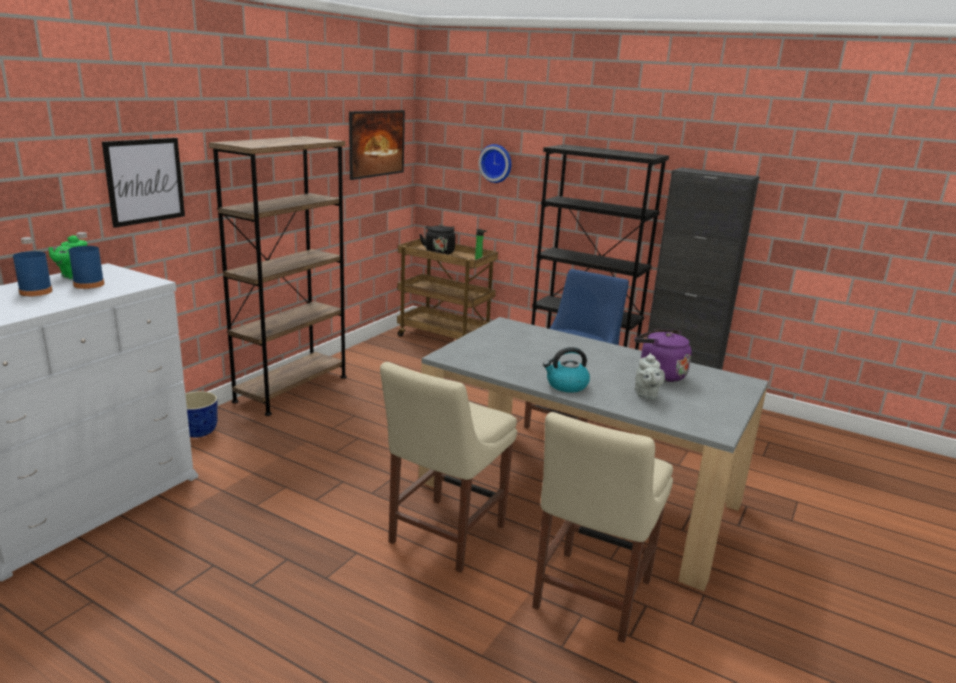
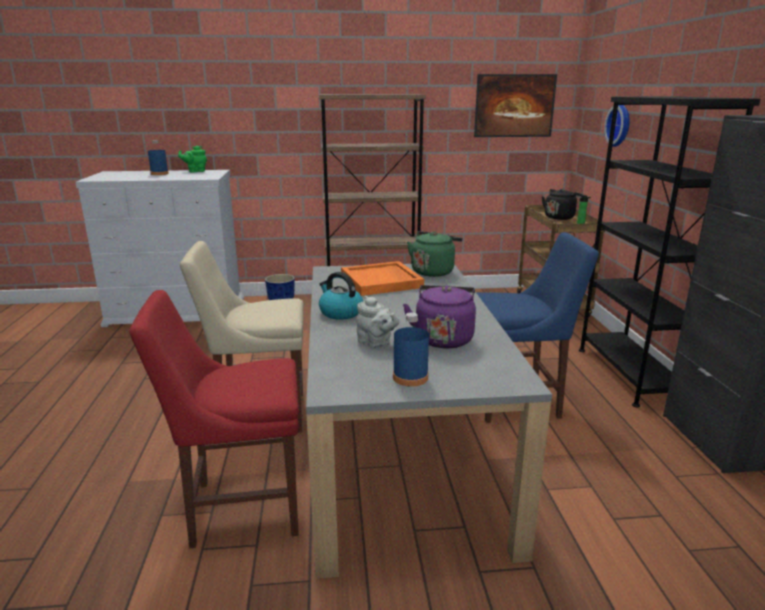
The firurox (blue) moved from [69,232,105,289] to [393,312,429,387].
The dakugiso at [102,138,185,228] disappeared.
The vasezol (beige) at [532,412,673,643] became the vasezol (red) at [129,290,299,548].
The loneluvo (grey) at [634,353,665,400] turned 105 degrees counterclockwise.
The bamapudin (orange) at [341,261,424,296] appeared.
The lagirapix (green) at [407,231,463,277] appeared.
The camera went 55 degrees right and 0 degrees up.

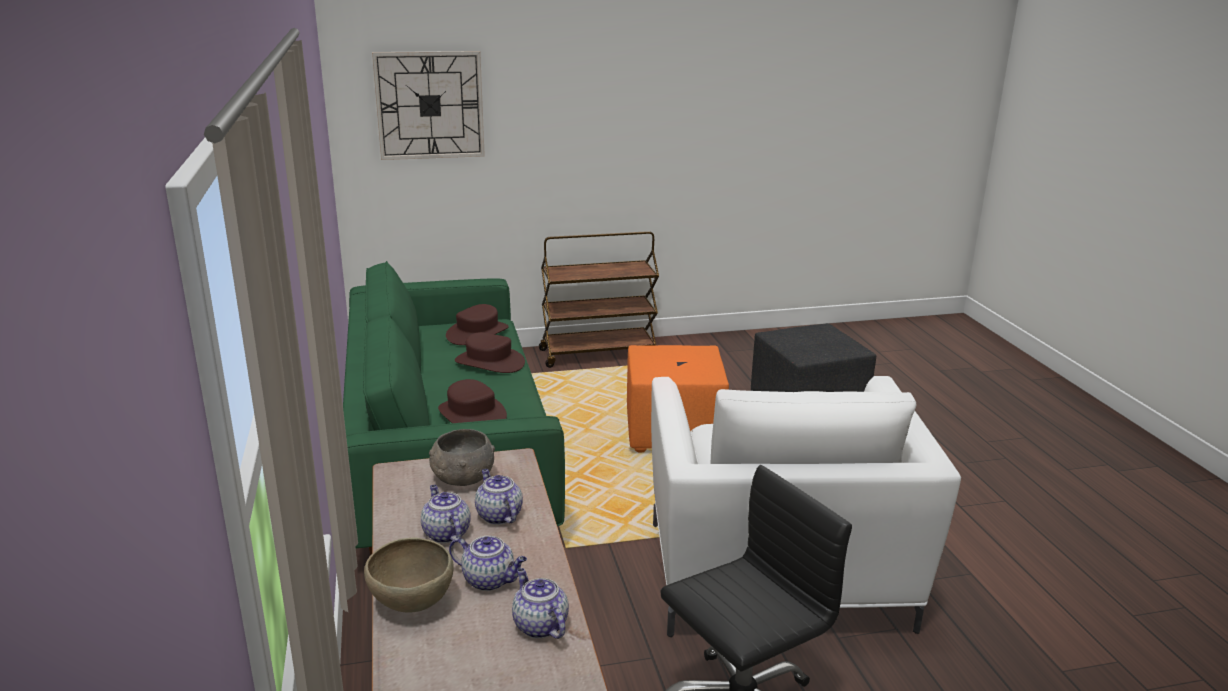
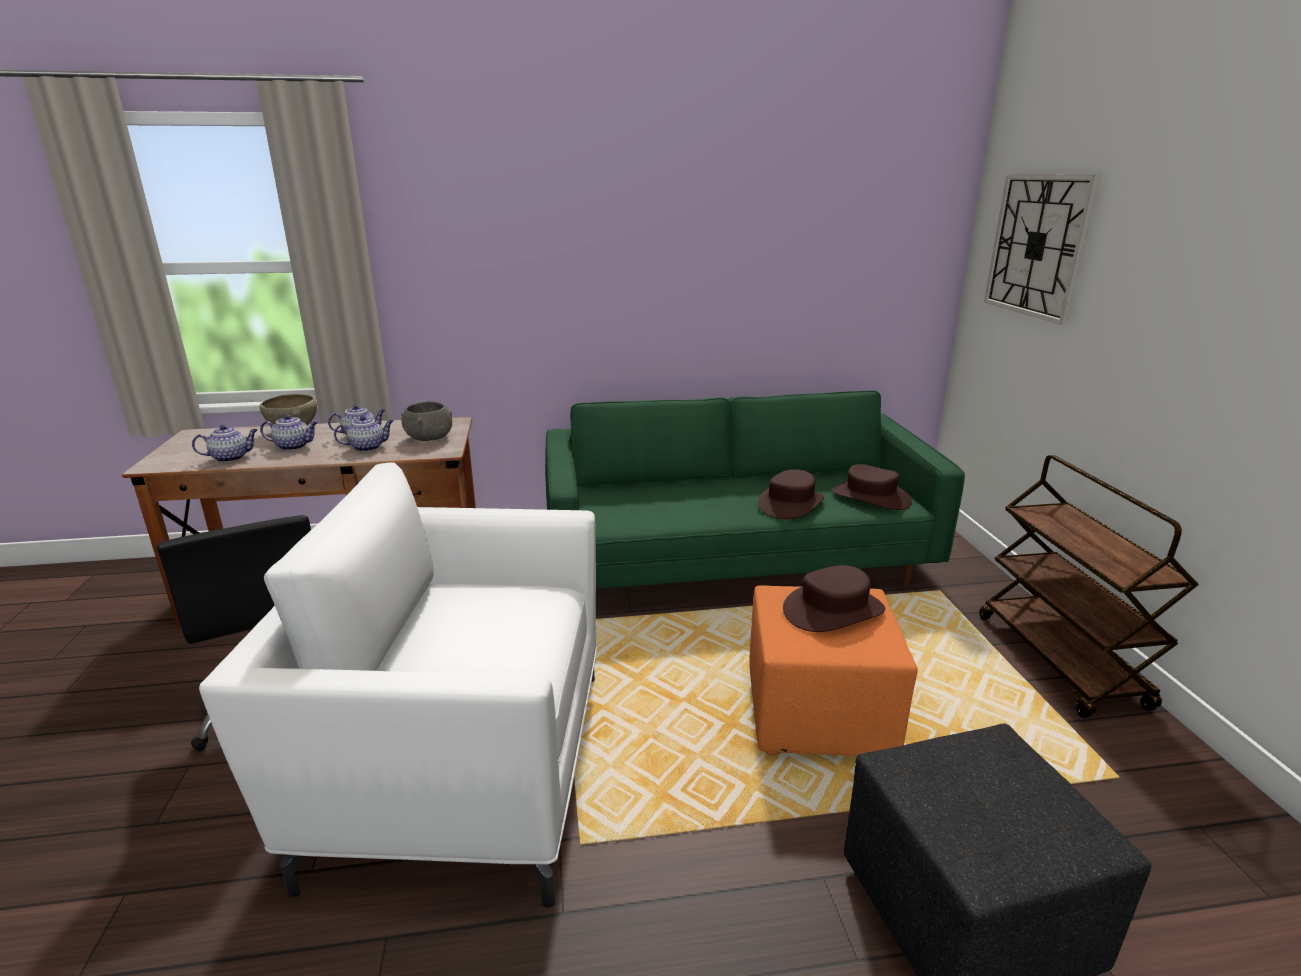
The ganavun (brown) moved from [438,379,507,423] to [783,565,885,632].
The loneluvo at [449,536,527,591] turned 120 degrees counterclockwise.
The camera went 95 degrees right and 0 degrees up.

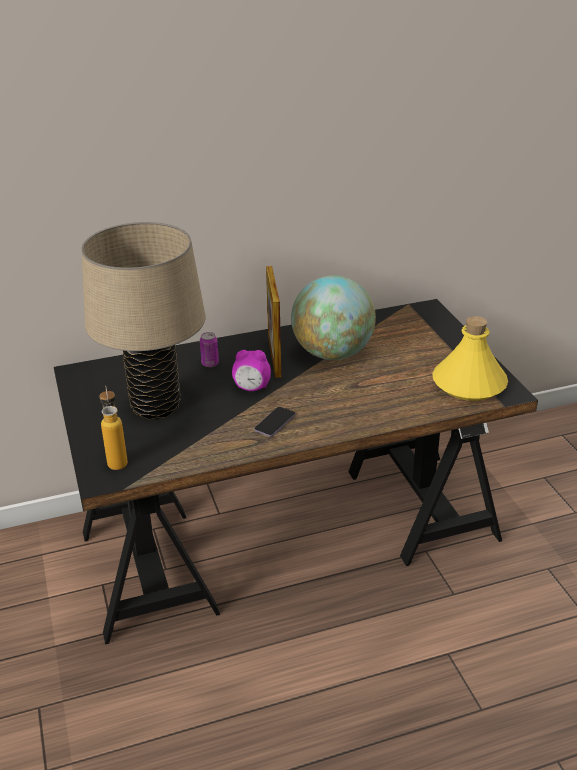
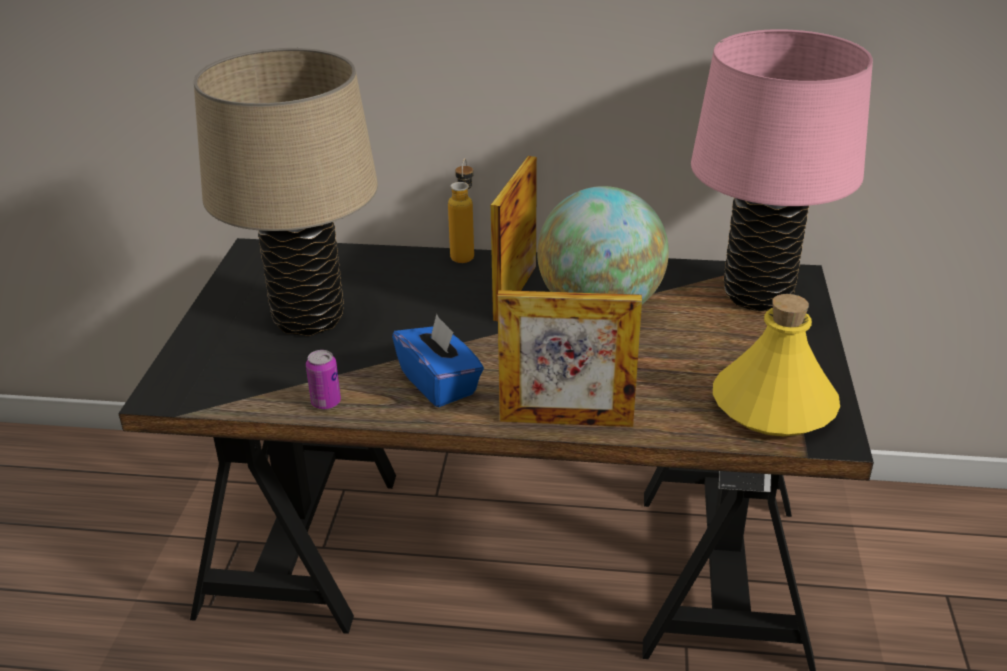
The firurox moved from [100,386,128,470] to [448,158,474,263].
The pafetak moved from [200,332,219,367] to [306,350,341,410].
The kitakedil at [232,350,271,391] disappeared.
The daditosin at [254,407,295,437] was replaced by the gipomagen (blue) at [392,314,484,407].
The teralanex at [497,290,642,427] appeared.
The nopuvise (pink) at [691,29,873,312] appeared.
The camera went 25 degrees right and 0 degrees up.

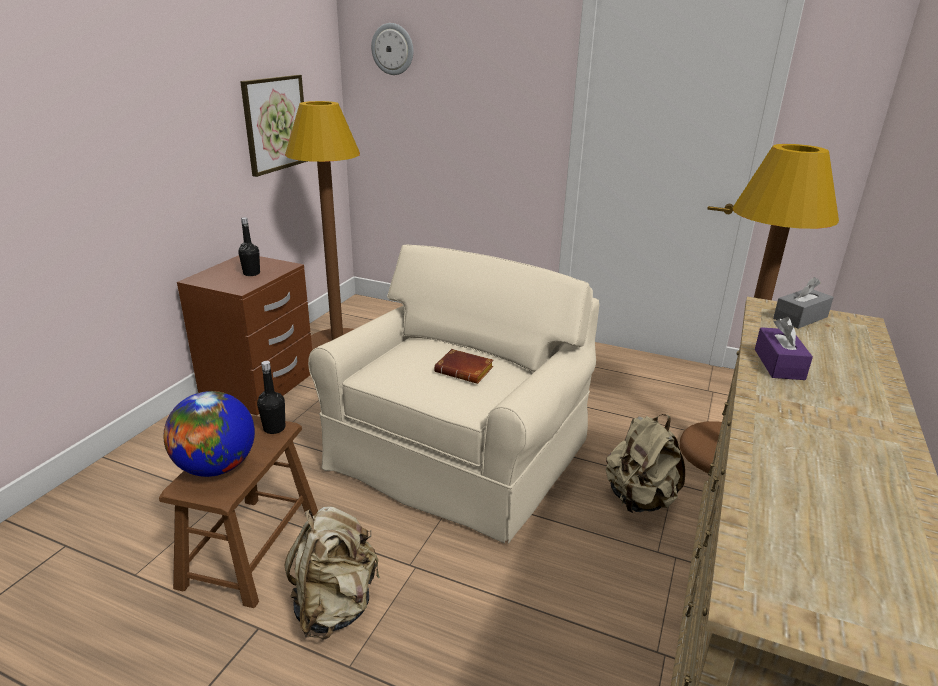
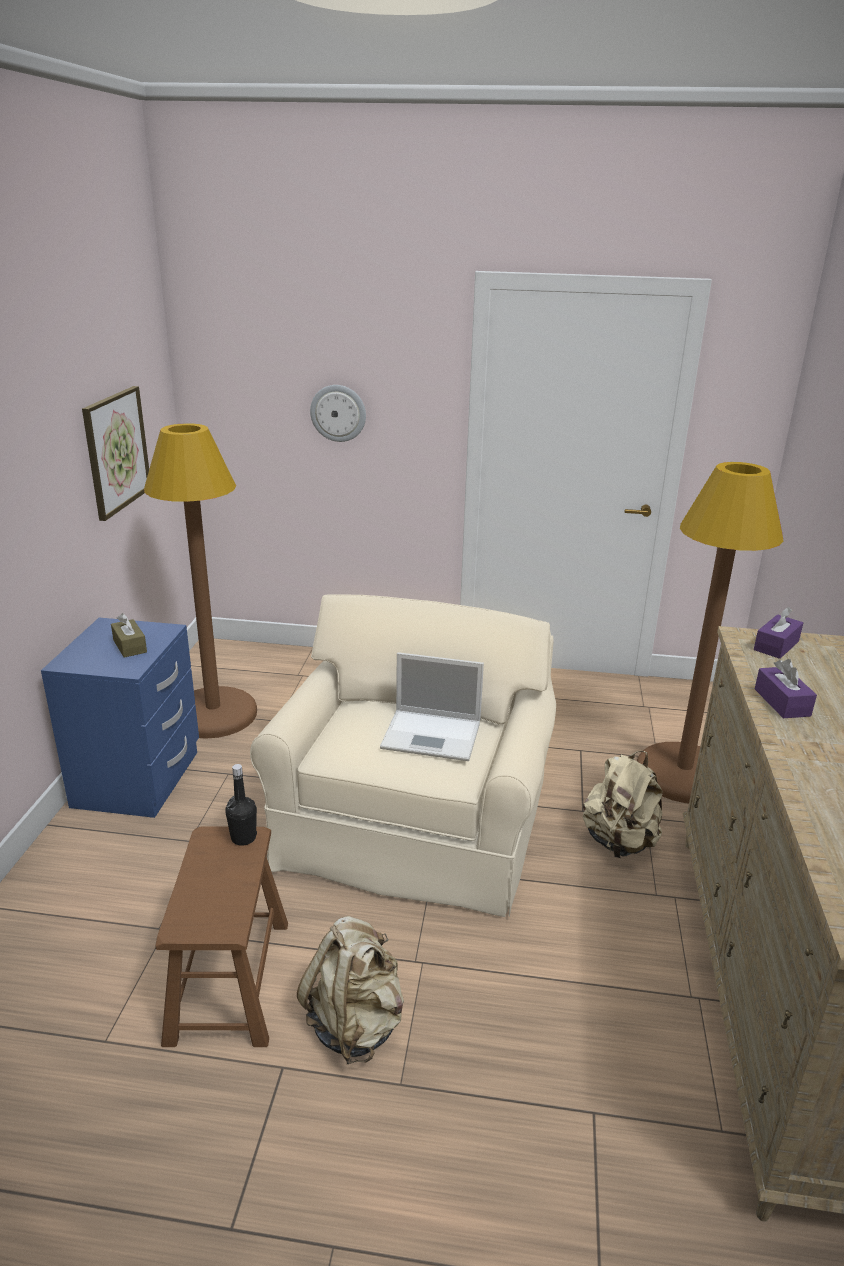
The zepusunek at [163,391,255,477] disappeared.
The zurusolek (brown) at [177,255,312,415] became the zurusolek (blue) at [41,618,199,818].
The firurox (black) at [238,217,260,276] was replaced by the gipomagen (brown) at [111,613,147,658].
The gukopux moved from [371,23,413,75] to [310,385,366,442].
The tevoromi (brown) at [434,349,493,384] was replaced by the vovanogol at [380,652,484,761].
The gipomagen (grey) at [773,277,834,329] became the gipomagen (purple) at [754,607,803,659].
The camera went 15 degrees left and 0 degrees up.

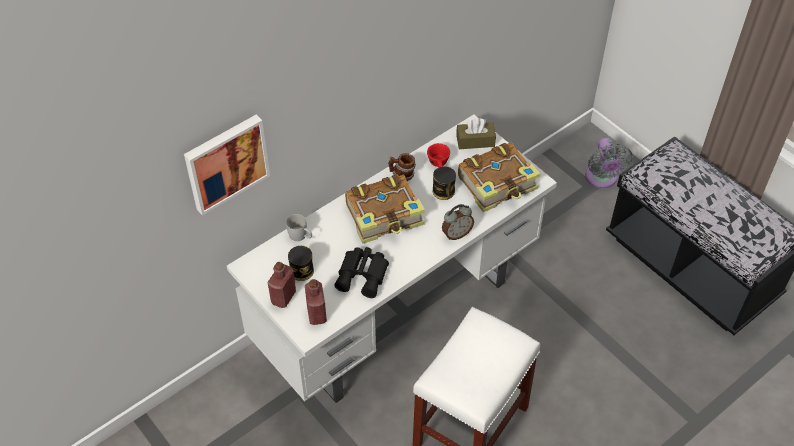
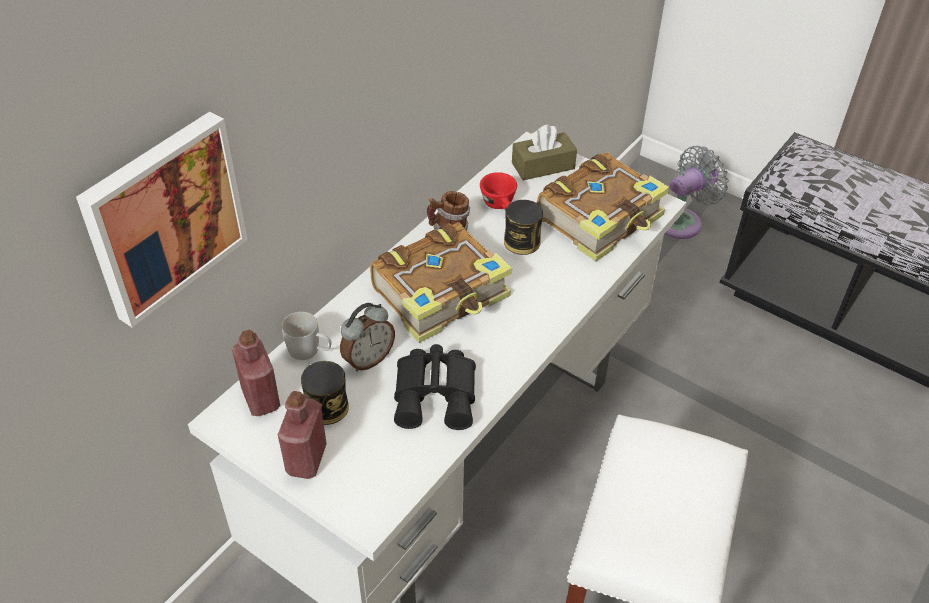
The firurox (red) moved from [305,279,327,325] to [232,330,280,416].
The kitakedil moved from [442,204,474,240] to [340,303,395,372].
The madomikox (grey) at [585,138,633,188] turned 105 degrees counterclockwise.
The camera went 15 degrees left and 5 degrees down.

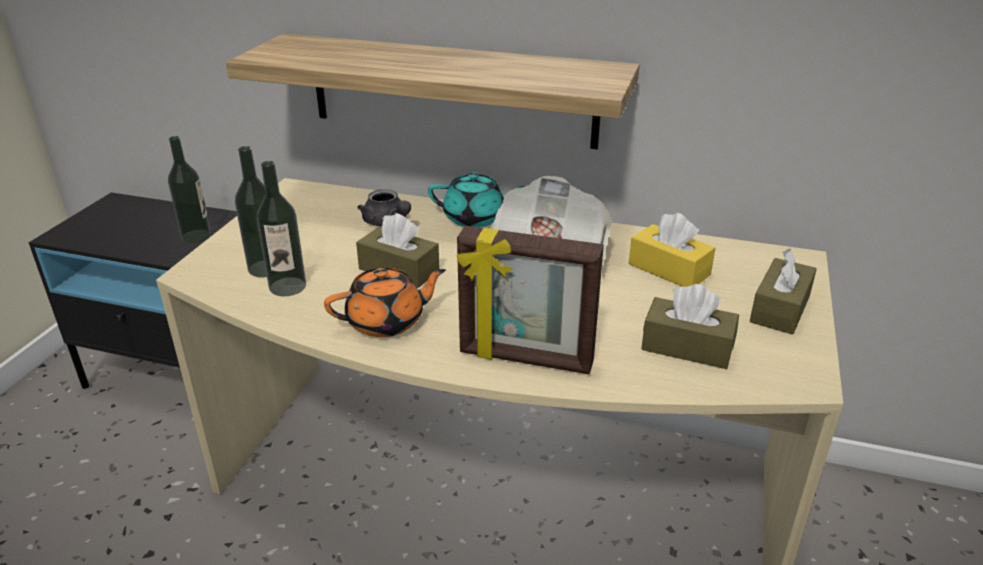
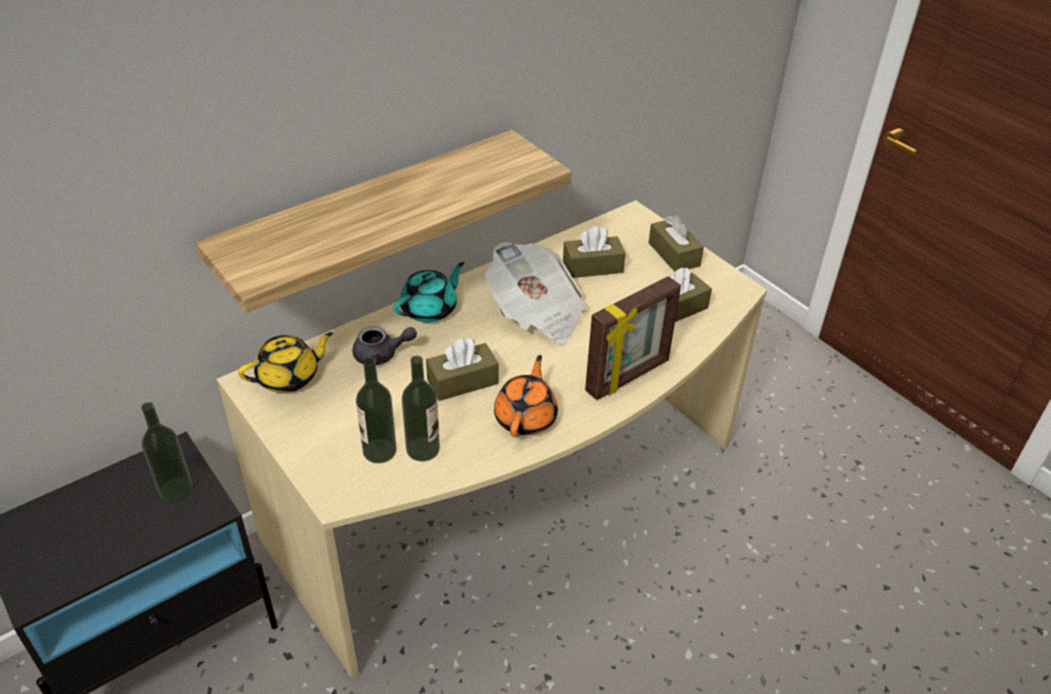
The gipomagen (yellow) at [629,213,716,287] became the gipomagen (brown) at [563,226,626,278].
The loneluvo (yellow) at [238,332,333,393] appeared.
The camera went 55 degrees left and 10 degrees up.

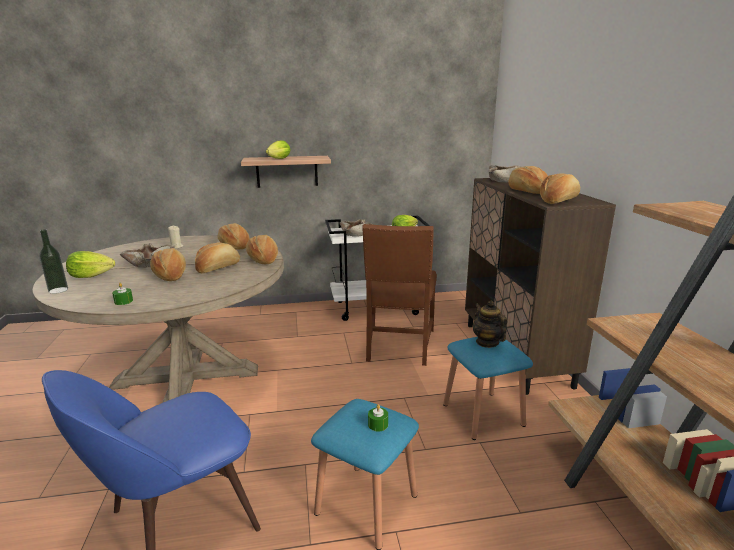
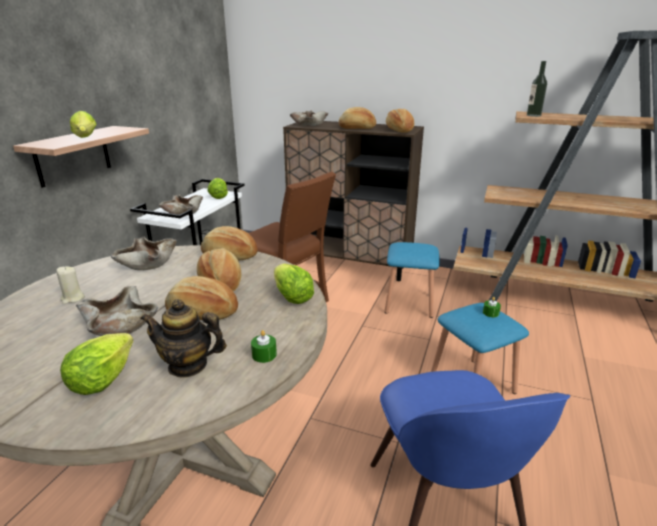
The firurox moved from [39,229,68,294] to [527,61,547,117].
The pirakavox at [218,223,250,250] was replaced by the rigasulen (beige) at [111,237,177,270].
The loneluvo moved from [473,301,507,348] to [140,299,227,378].
The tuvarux at [274,264,314,304] appeared.
The camera went 60 degrees left and 5 degrees up.

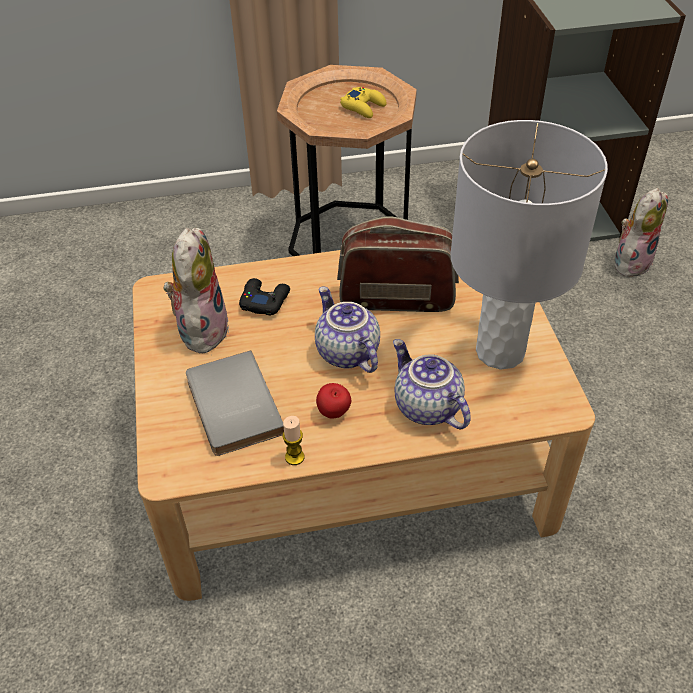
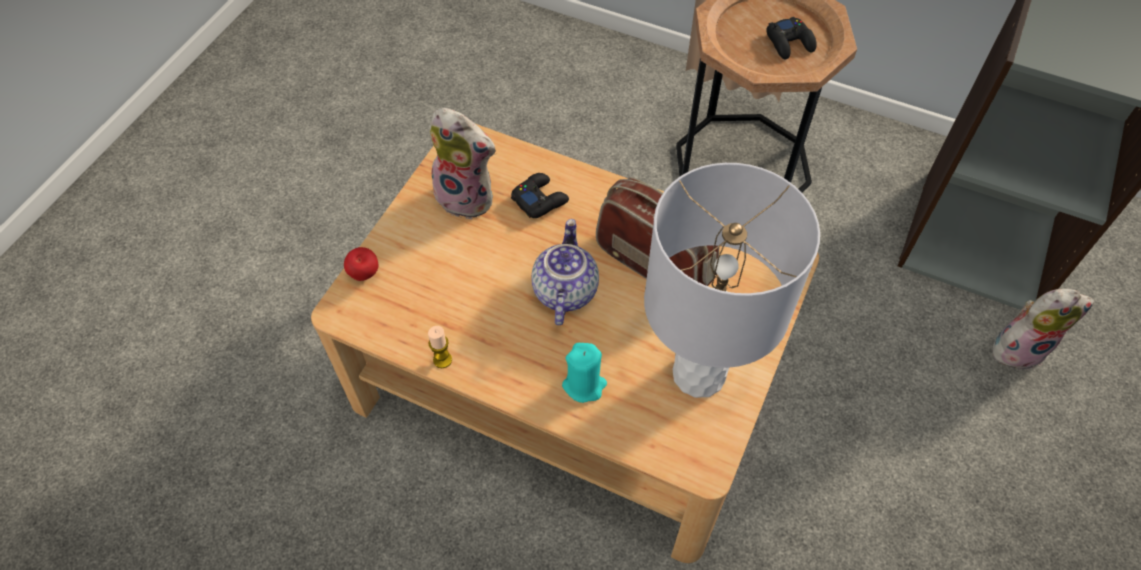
The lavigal at [164,228,229,354] turned 75 degrees clockwise.
The tevoromi (grey) at [186,350,284,456] disappeared.
The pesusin moved from [316,383,351,419] to [344,247,378,281].
The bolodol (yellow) at [340,87,387,118] became the bolodol (black) at [766,17,817,60].
The loneluvo at [393,339,471,429] was replaced by the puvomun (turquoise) at [562,343,607,403].
The camera went 35 degrees right and 10 degrees up.

